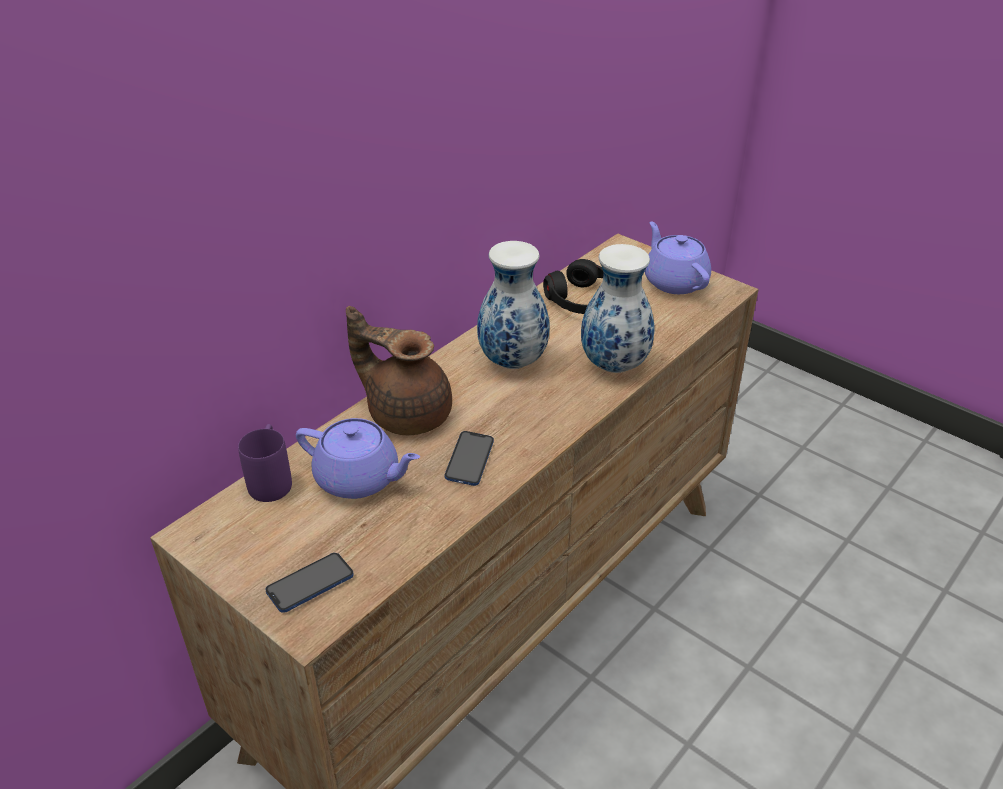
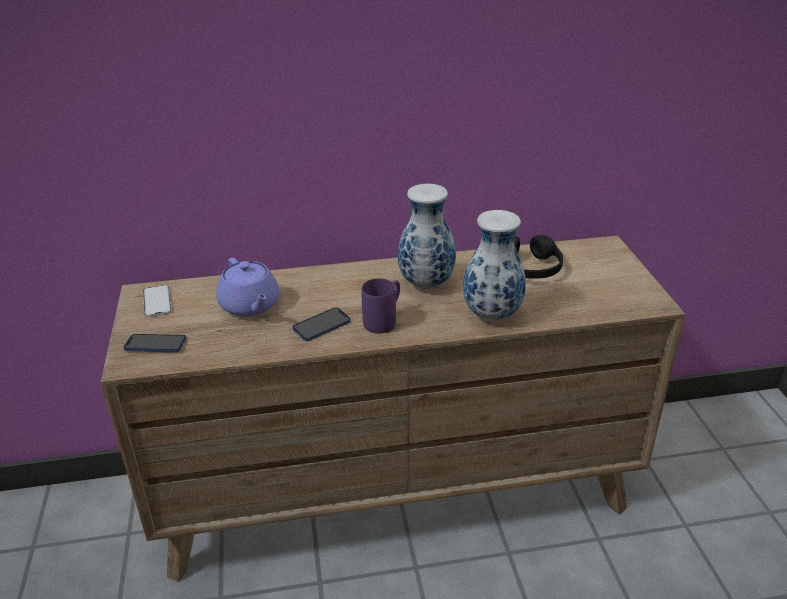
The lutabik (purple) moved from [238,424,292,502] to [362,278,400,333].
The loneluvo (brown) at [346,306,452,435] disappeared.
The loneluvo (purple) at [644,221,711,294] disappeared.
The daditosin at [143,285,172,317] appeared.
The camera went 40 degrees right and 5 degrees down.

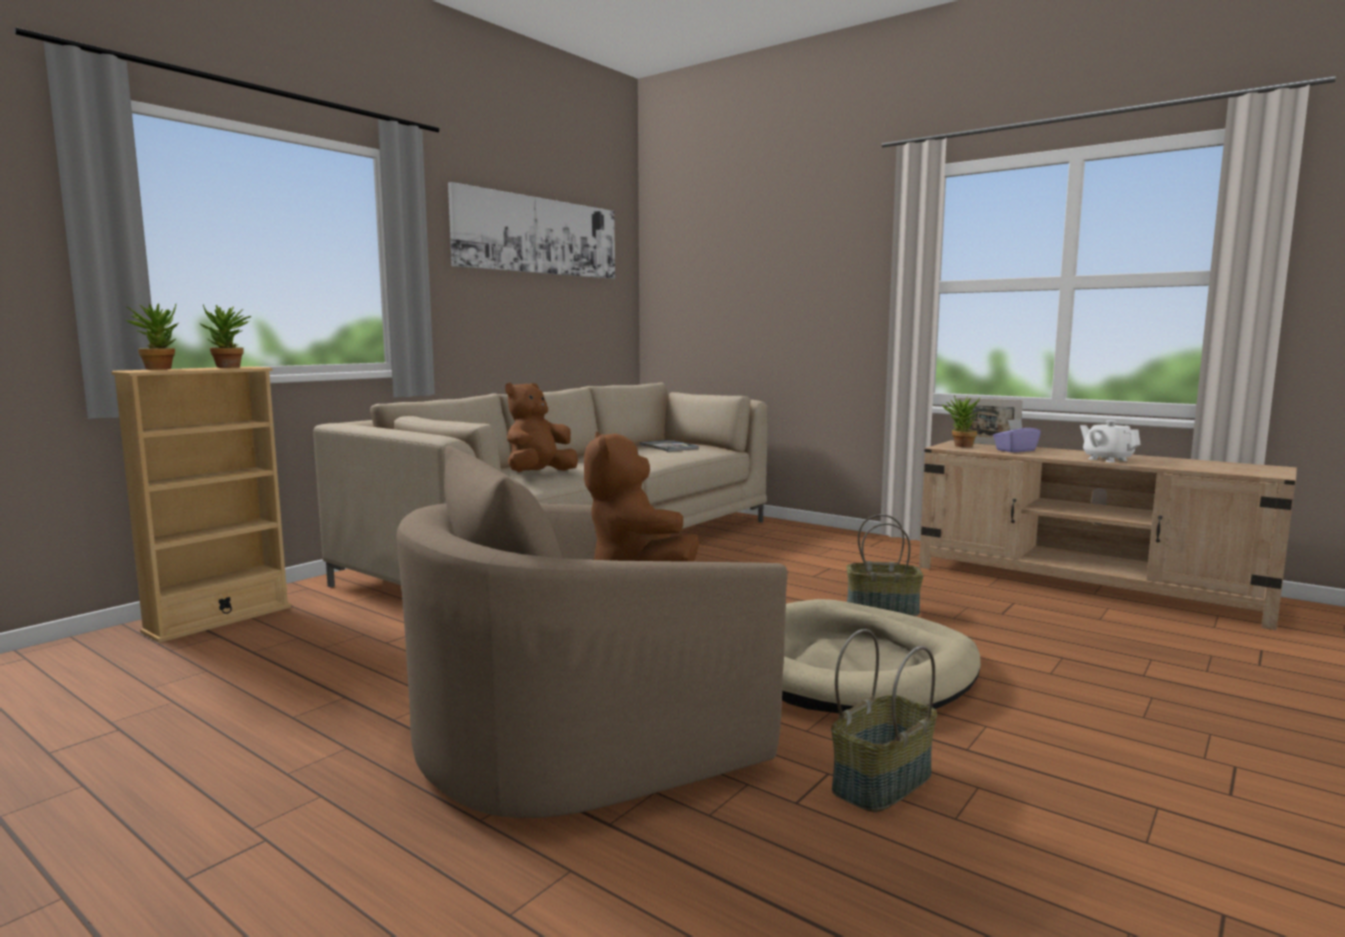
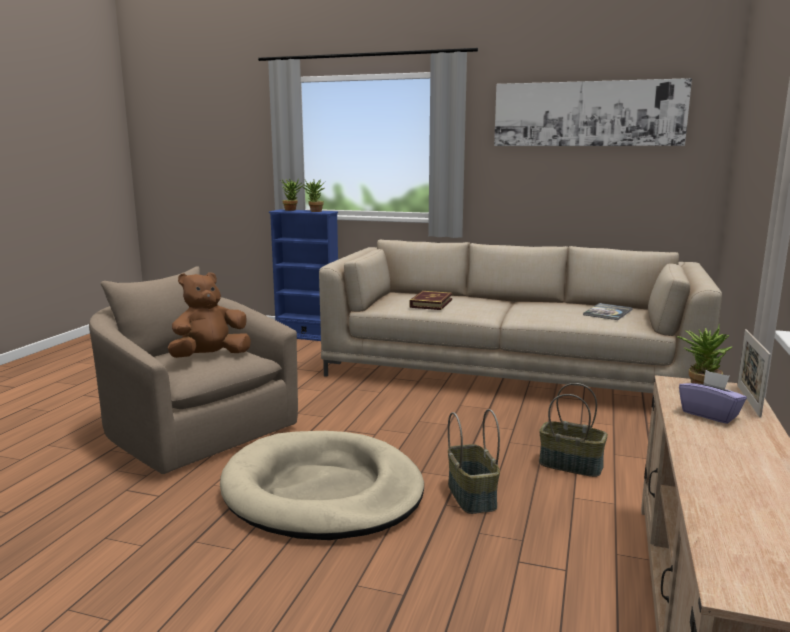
The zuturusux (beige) at [111,367,291,643] became the zuturusux (blue) at [269,210,338,341].
The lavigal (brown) at [505,382,578,472] was replaced by the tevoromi at [410,291,452,310].
The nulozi moved from [831,629,937,812] to [539,383,608,477].
The loneluvo (white) at [1080,420,1141,463] disappeared.
The camera went 70 degrees right and 5 degrees up.

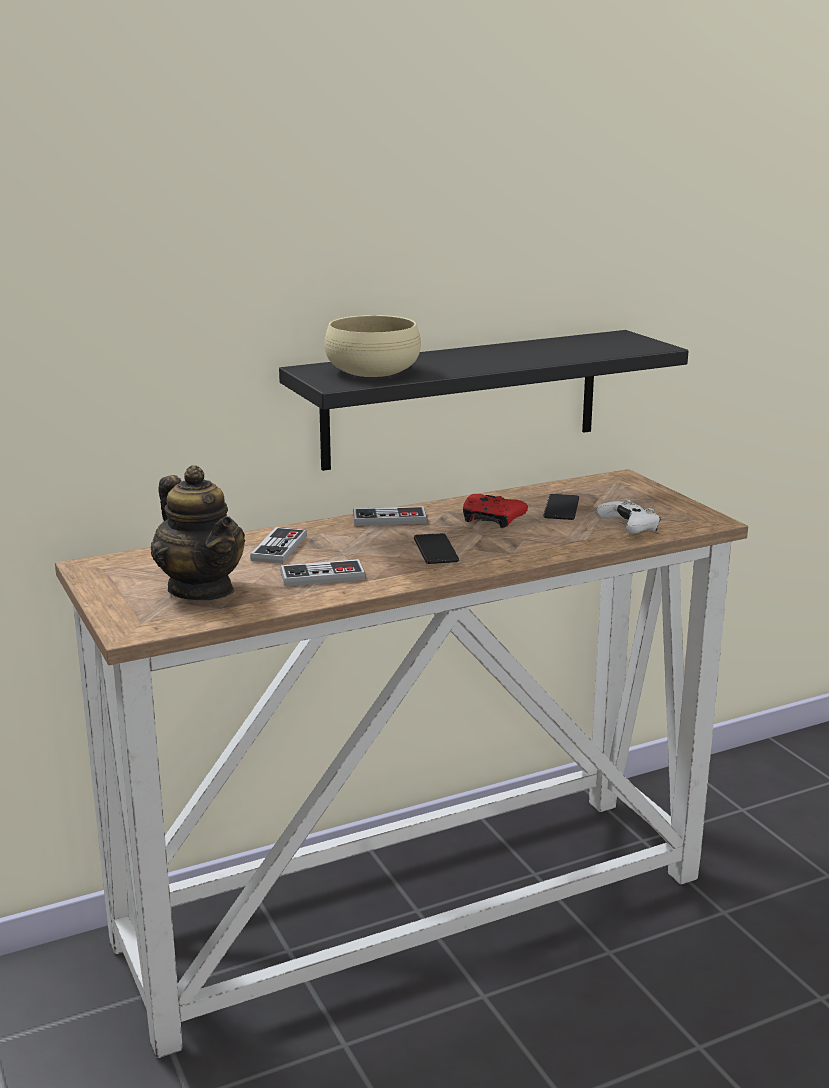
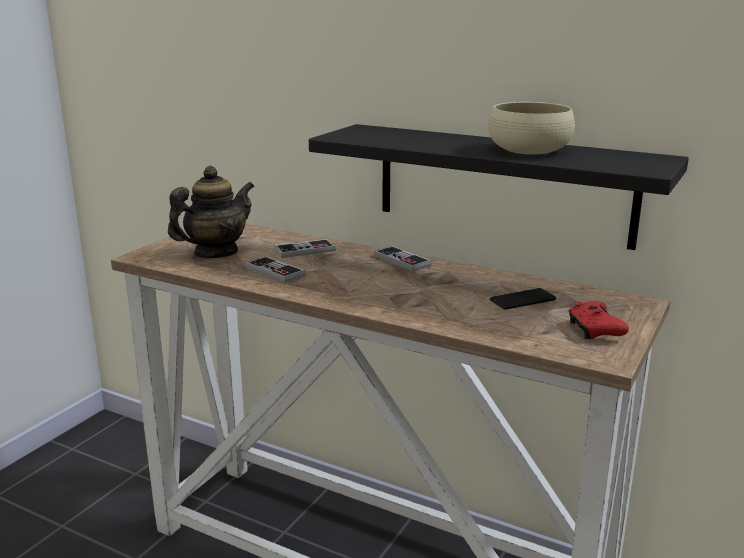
The loneluvo at [151,465,245,600] turned 150 degrees counterclockwise.
The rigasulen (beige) moved from [324,315,421,377] to [488,102,575,155].
The daditosin at [414,533,459,564] disappeared.
The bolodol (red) moved from [463,494,528,528] to [569,301,629,339].
The bolodol (white) at [596,499,661,534] disappeared.
The camera went 55 degrees right and 0 degrees up.

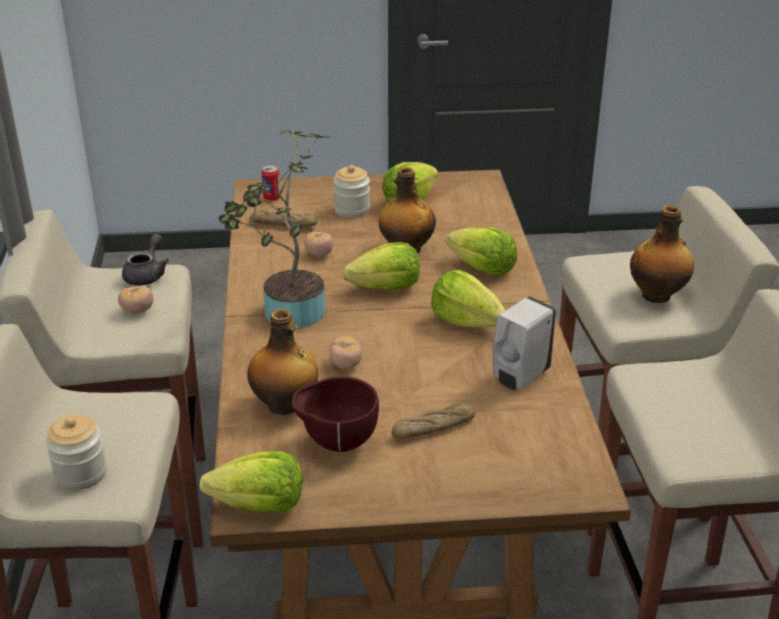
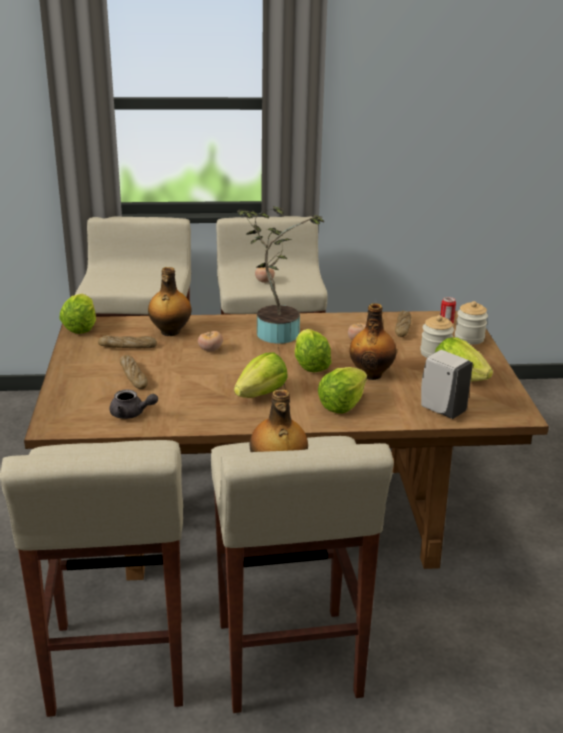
The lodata moved from [46,415,107,490] to [455,301,488,345].
The loneluvo (grey) moved from [122,234,169,286] to [110,389,158,419].
The rigasulen (brown) at [292,376,379,452] was replaced by the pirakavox at [98,335,157,348].
The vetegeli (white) moved from [493,296,556,390] to [421,350,473,419].
The camera went 90 degrees right and 5 degrees down.

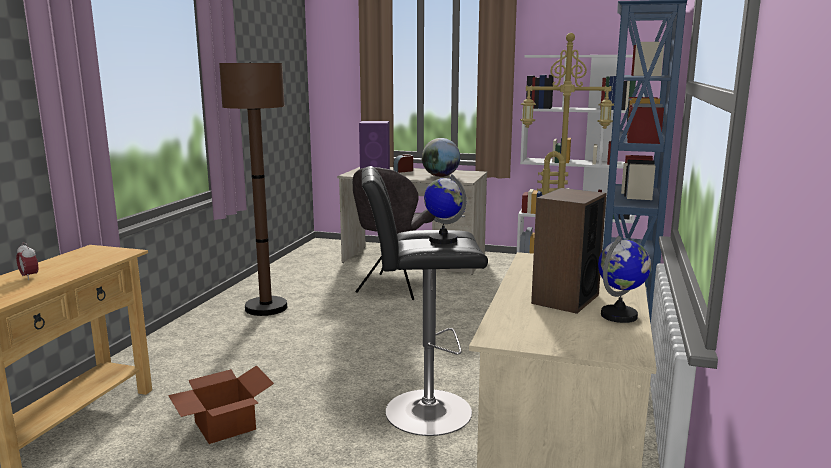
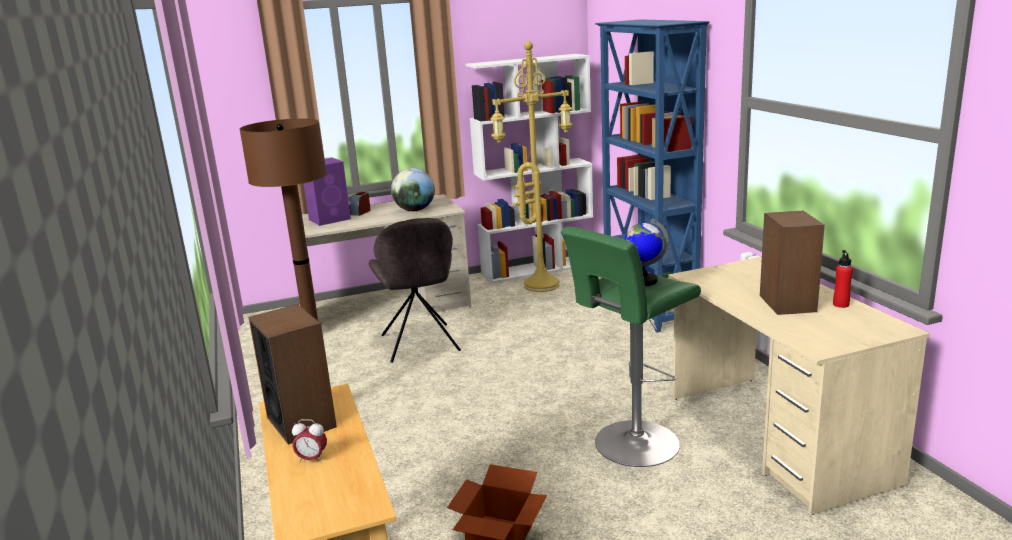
The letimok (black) at [362,166,488,436] became the letimok (green) at [561,226,701,467].
The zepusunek at [598,236,651,323] was replaced by the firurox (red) at [833,250,853,308].
The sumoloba at [248,304,337,445] appeared.
The camera went 35 degrees left and 5 degrees up.

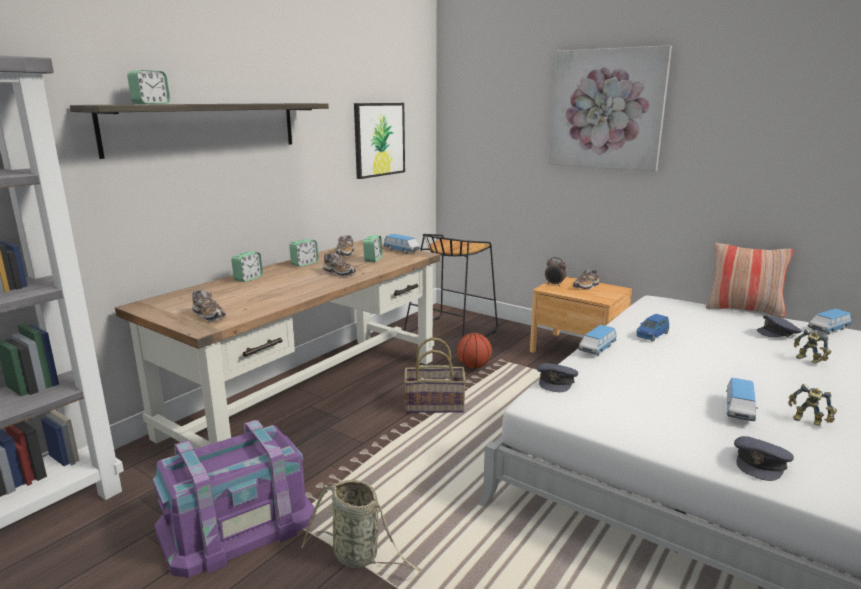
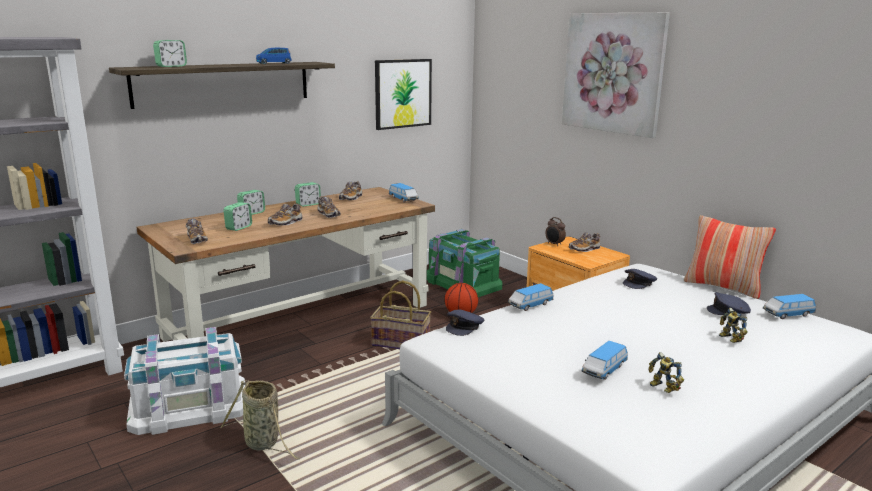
The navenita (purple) at [153,420,316,578] became the navenita (white) at [124,327,245,435].
The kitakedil moved from [363,235,382,262] to [224,202,252,231].
The letimok (black) at [404,234,498,337] was replaced by the navenita (green) at [427,229,502,297].
The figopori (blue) moved from [636,314,669,341] to [256,48,291,64].
The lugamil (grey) moved from [734,436,794,481] to [623,269,657,289].
The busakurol at [268,204,303,226] appeared.
The camera went 15 degrees right and 0 degrees up.

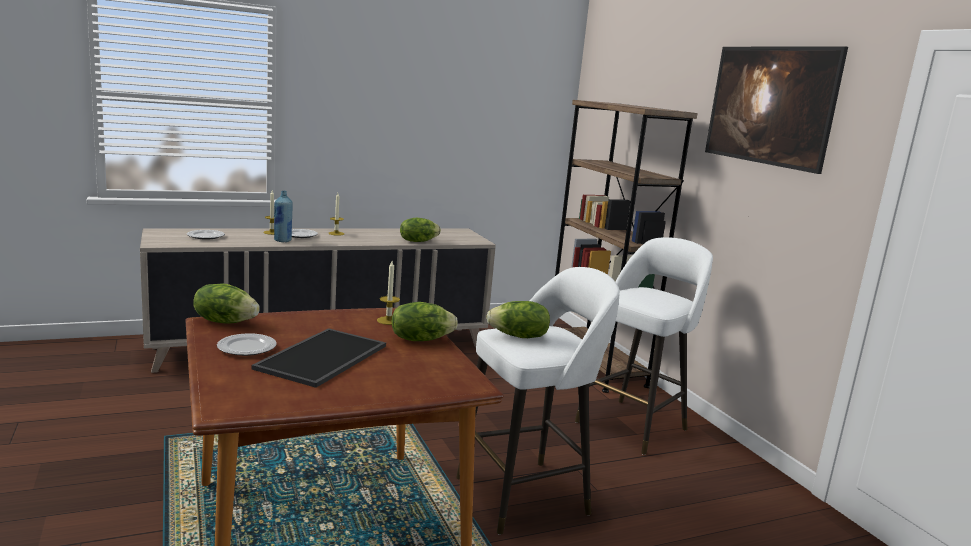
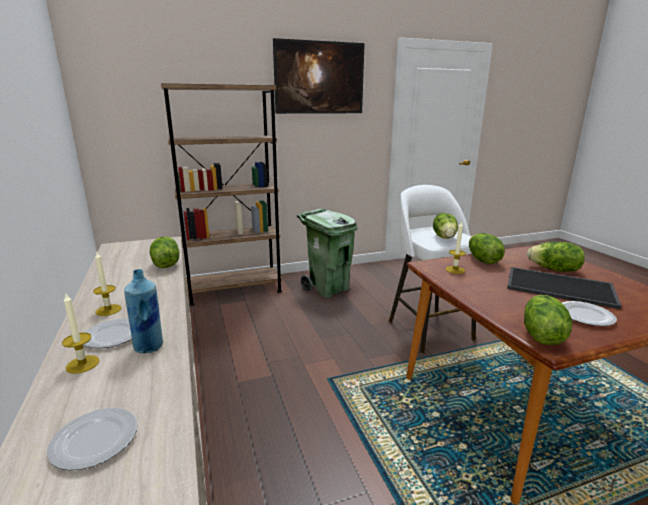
The letimok (white) at [575,237,713,455] was replaced by the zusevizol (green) at [297,209,357,298].
The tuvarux at [527,242,585,272] appeared.
The camera went 85 degrees left and 5 degrees up.

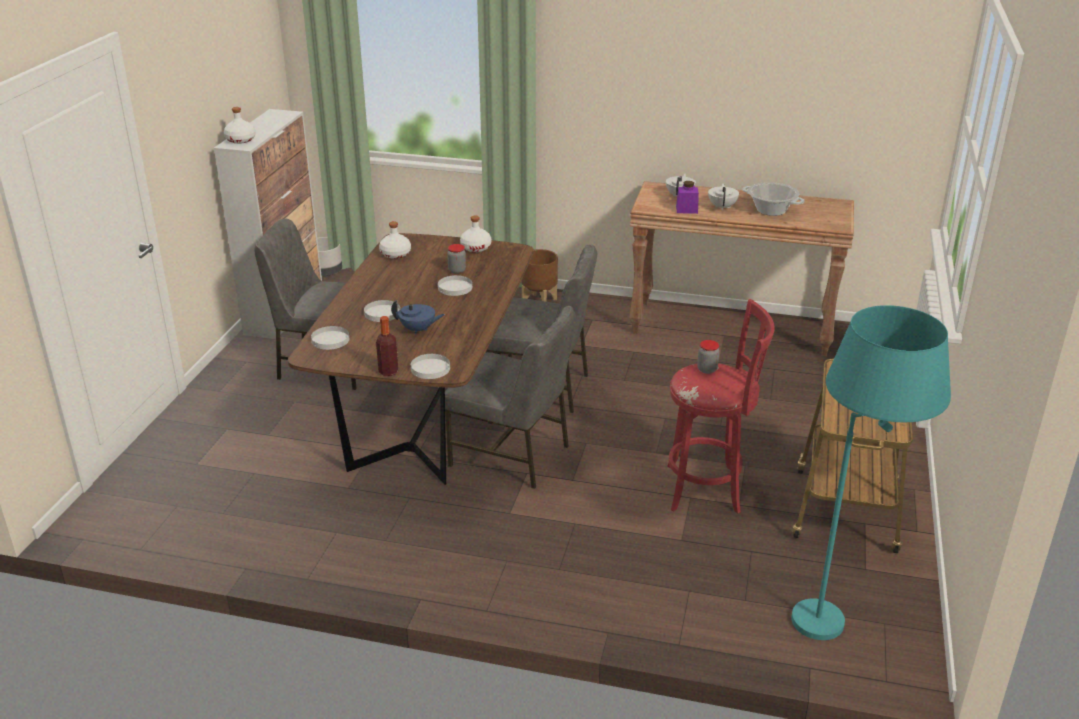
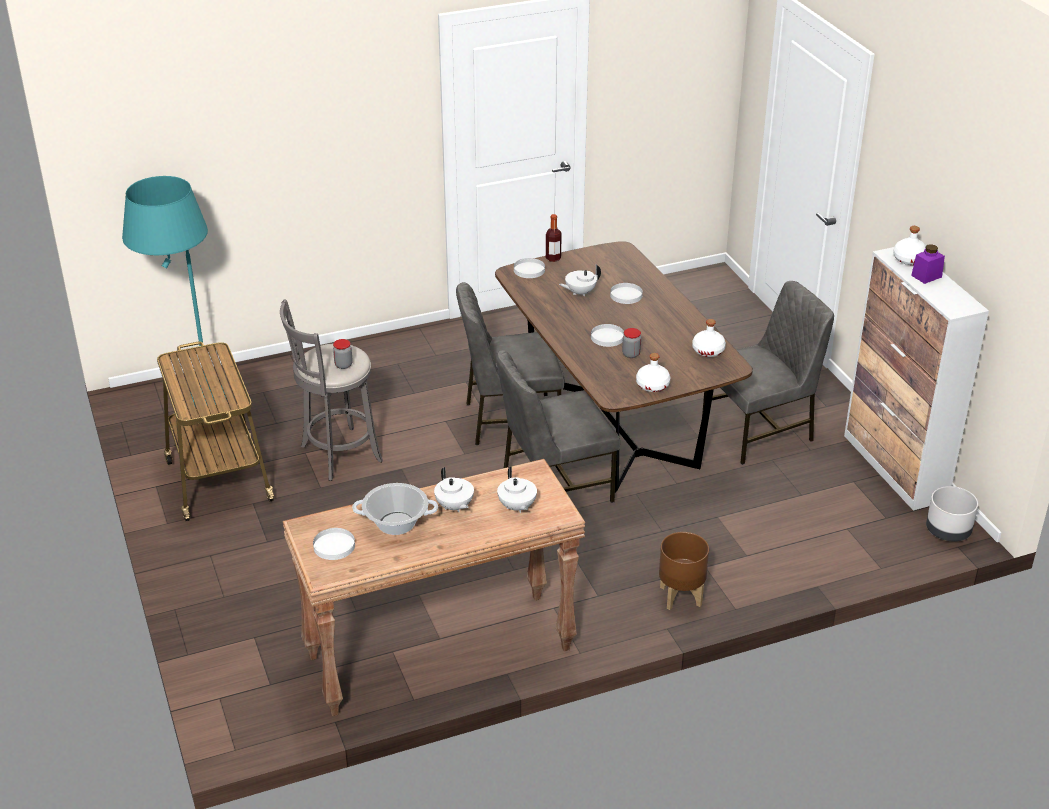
The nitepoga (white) moved from [311,326,349,350] to [313,528,355,560].
The loneluvo (blue) at [391,300,445,334] became the loneluvo (white) at [559,265,601,296].
The letimok (red) at [667,299,775,513] became the letimok (grey) at [280,299,383,481].
The lodata (purple) moved from [676,181,699,214] to [911,244,945,284].
The camera went 145 degrees right and 5 degrees up.

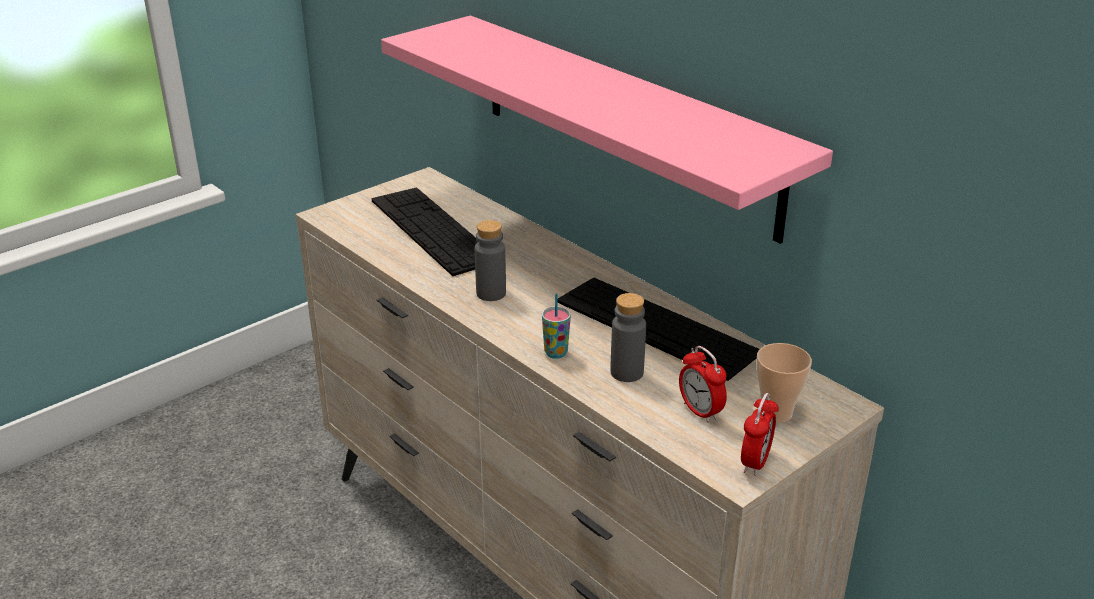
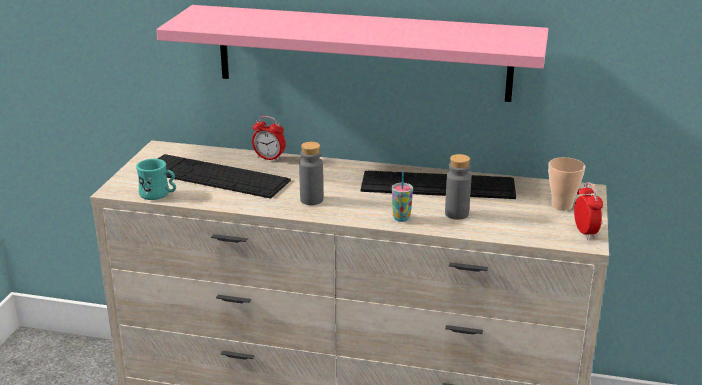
The kitakedil moved from [679,346,727,423] to [252,116,286,161].
The lutabik (turquoise) at [136,159,176,200] appeared.
The camera went 35 degrees left and 5 degrees down.

